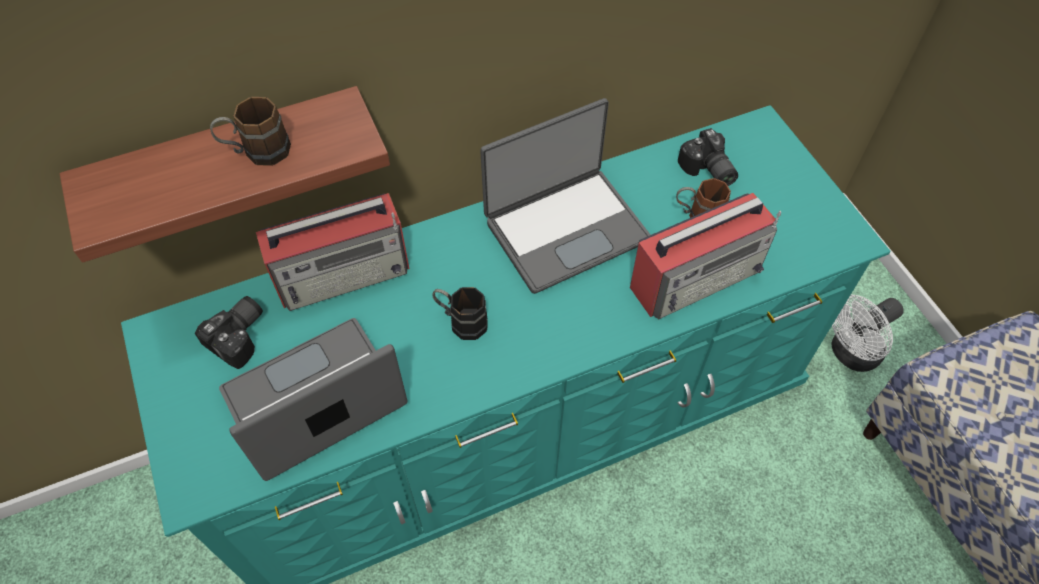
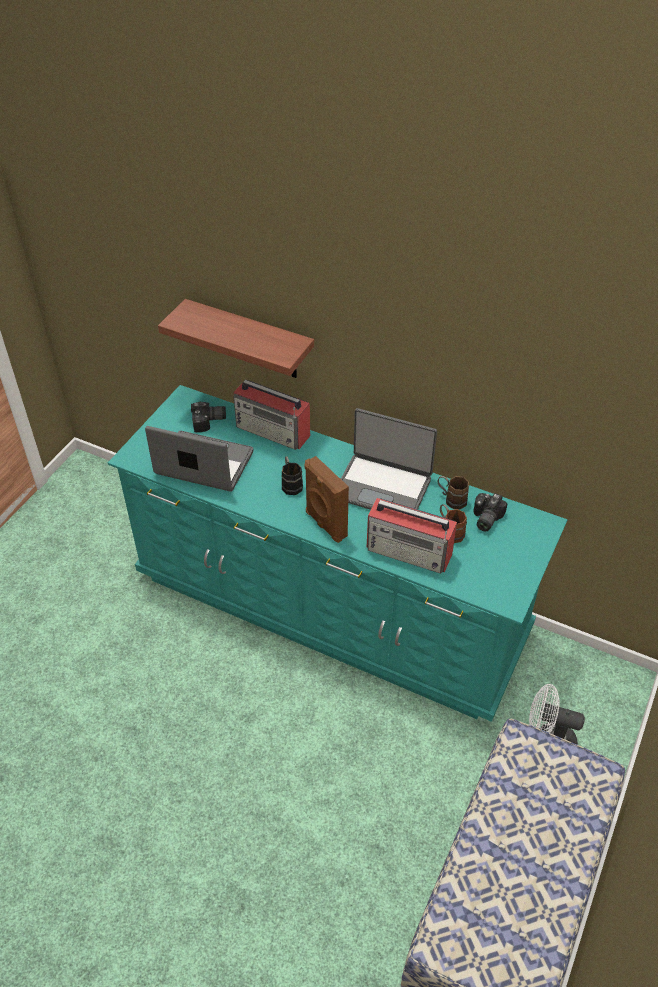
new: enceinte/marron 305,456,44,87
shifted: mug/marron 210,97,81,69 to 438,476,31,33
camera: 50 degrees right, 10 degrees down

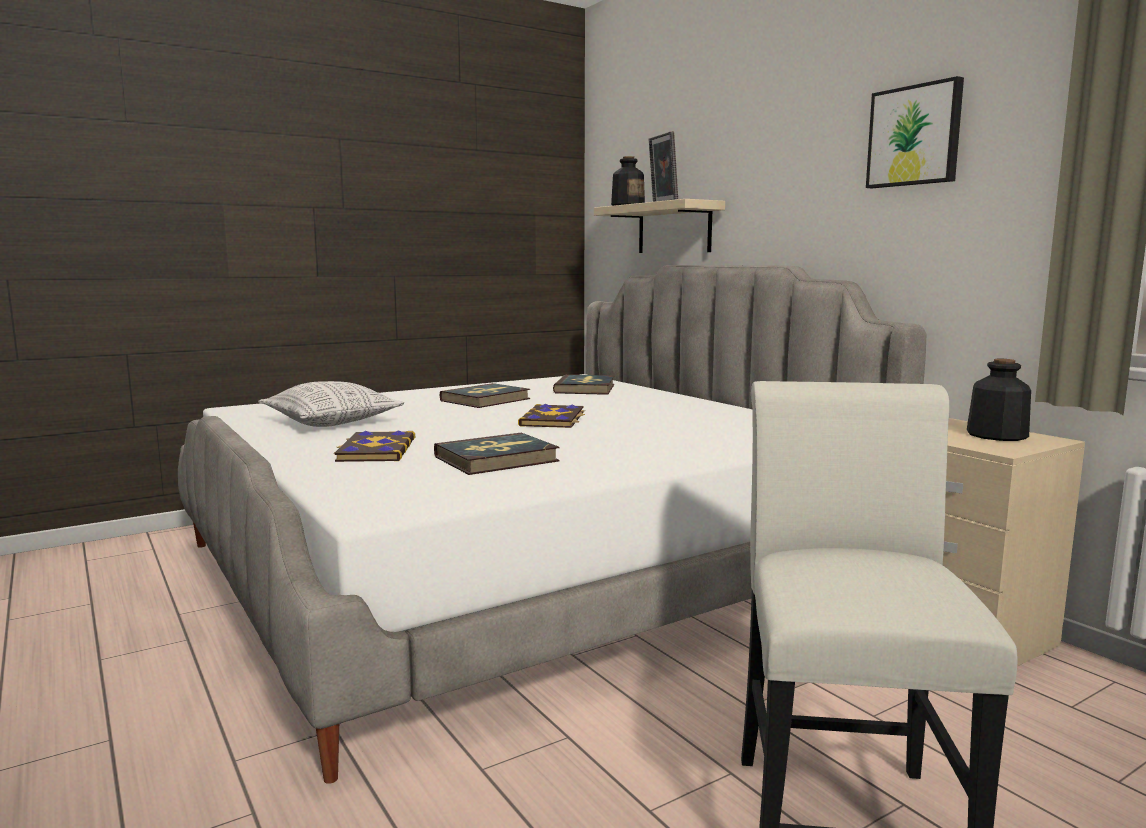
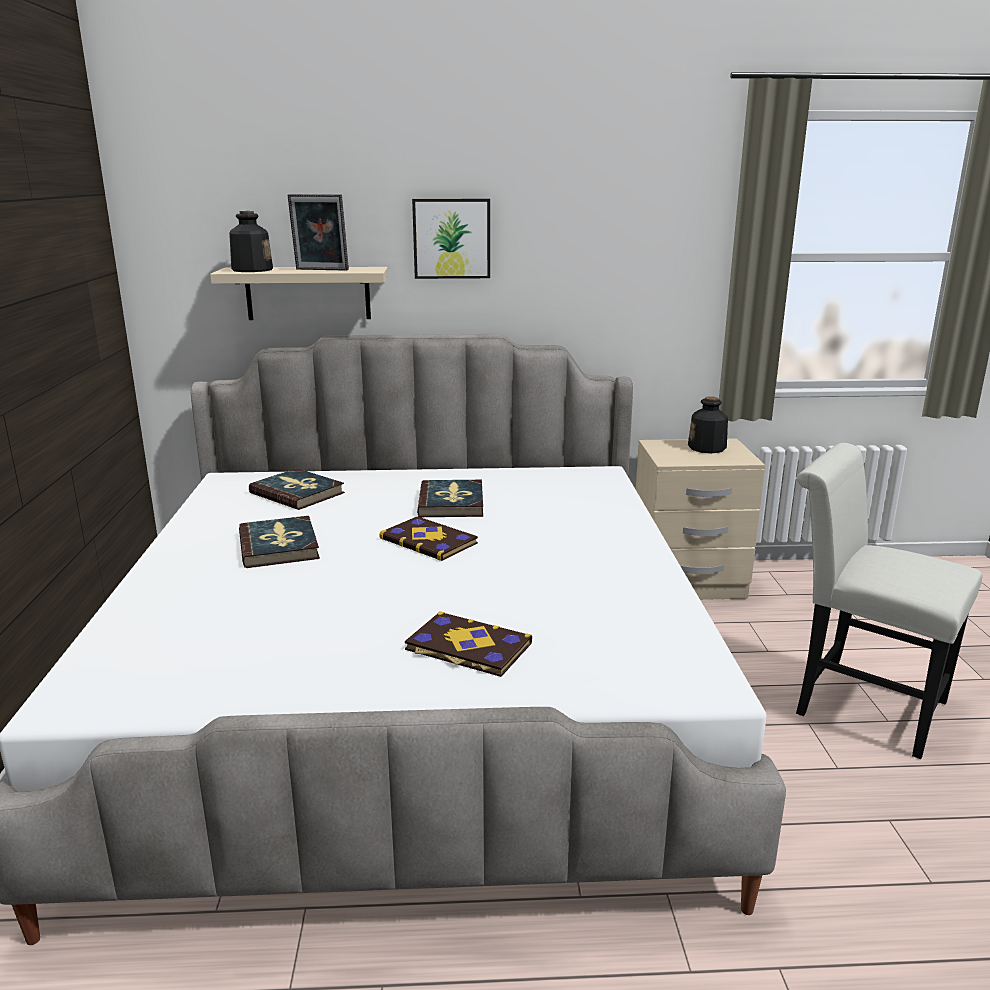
gone: coussin 258,381,146,46
shifted: tableau 866,76,98,112 to 412,199,78,80; livre 434,433,126,42 to 417,480,66,37
camera: 60 degrees left, 10 degrees up

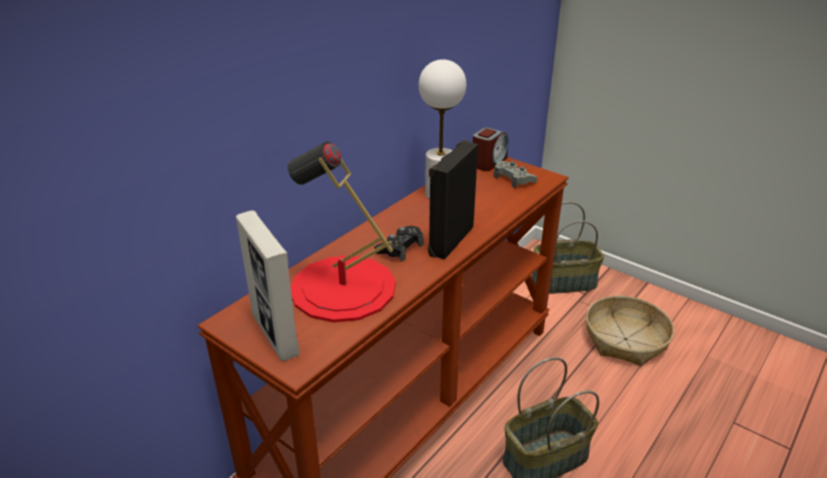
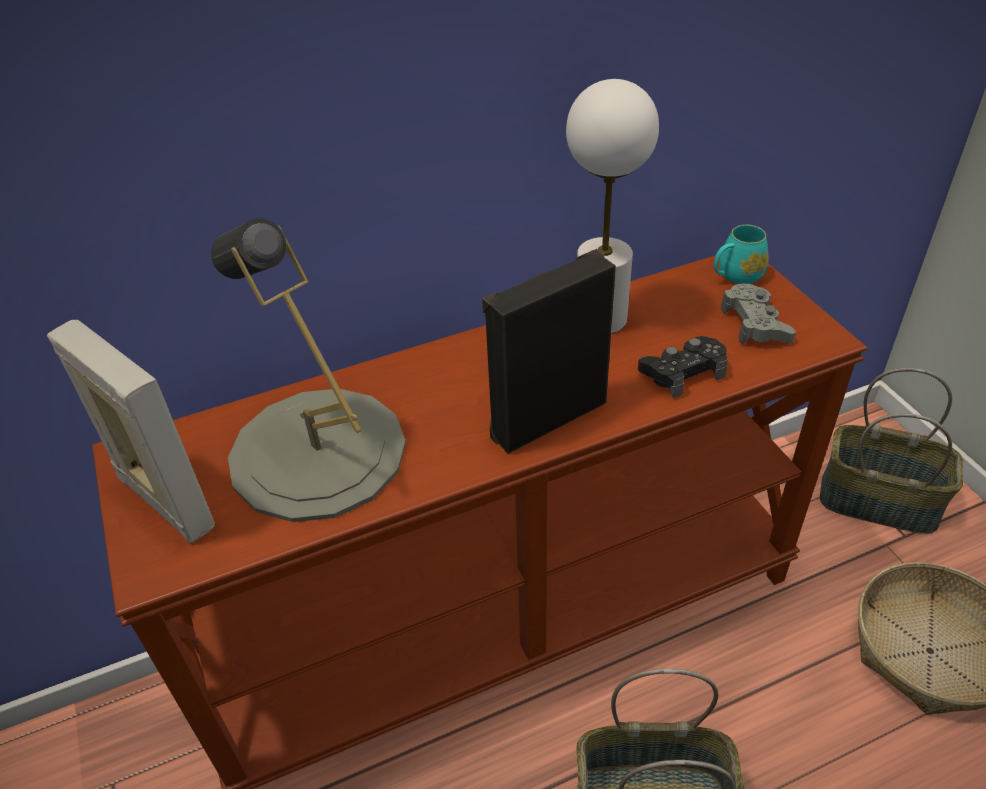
shifted: manette/noir 375,226,48,35 to 638,336,90,62
swapped: réveil 473,127,36,44 to mug/turquoise 714,225,55,59
repainted: lampe de table/rouge 288,141,108,181 to lampe de table/gris 211,218,195,304
rotated: cadre photo 236,210,64,151 = 47,320,168,223 135 degrees clockwise
camera: 30 degrees right, 10 degrees up

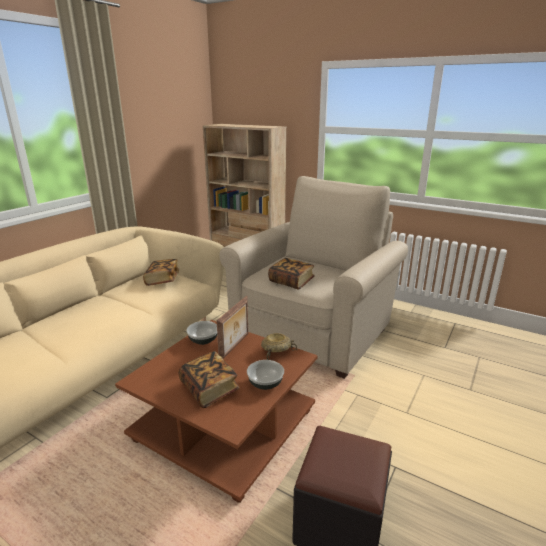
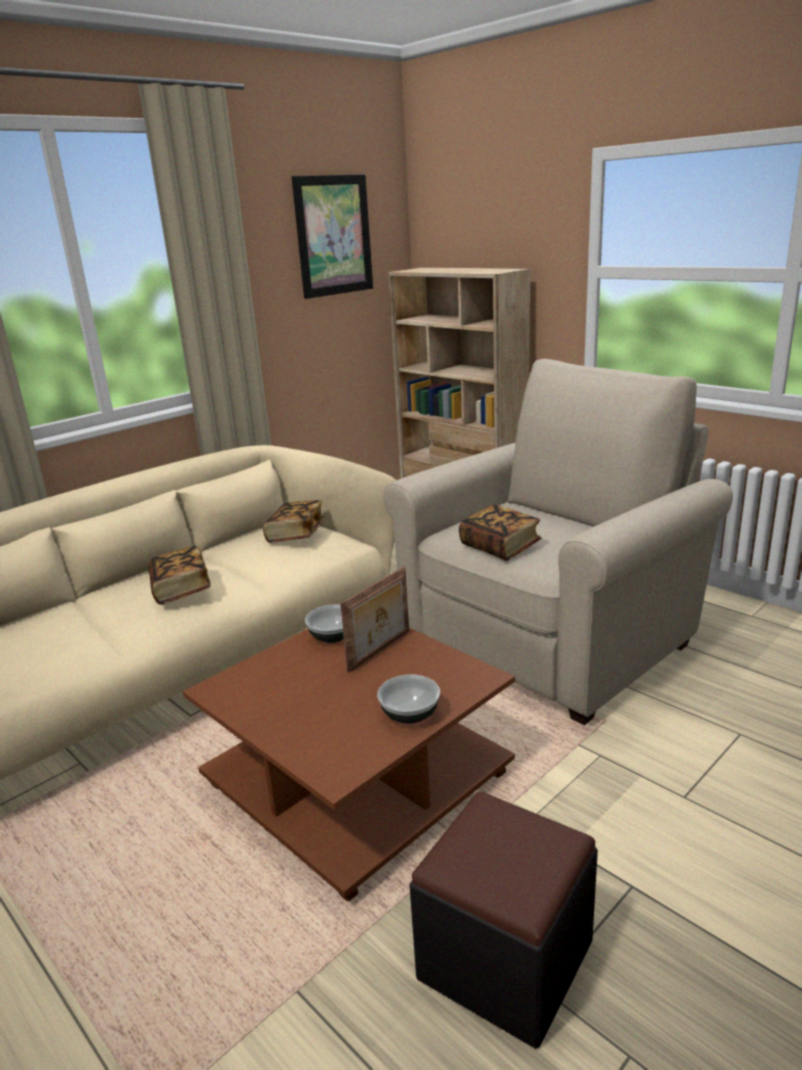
gone: bol/beige 261,333,36,27
new: tableau 292,174,81,125
shifted: livre 179,351,61,57 to 148,546,63,59
camera: 15 degrees right, 0 degrees up

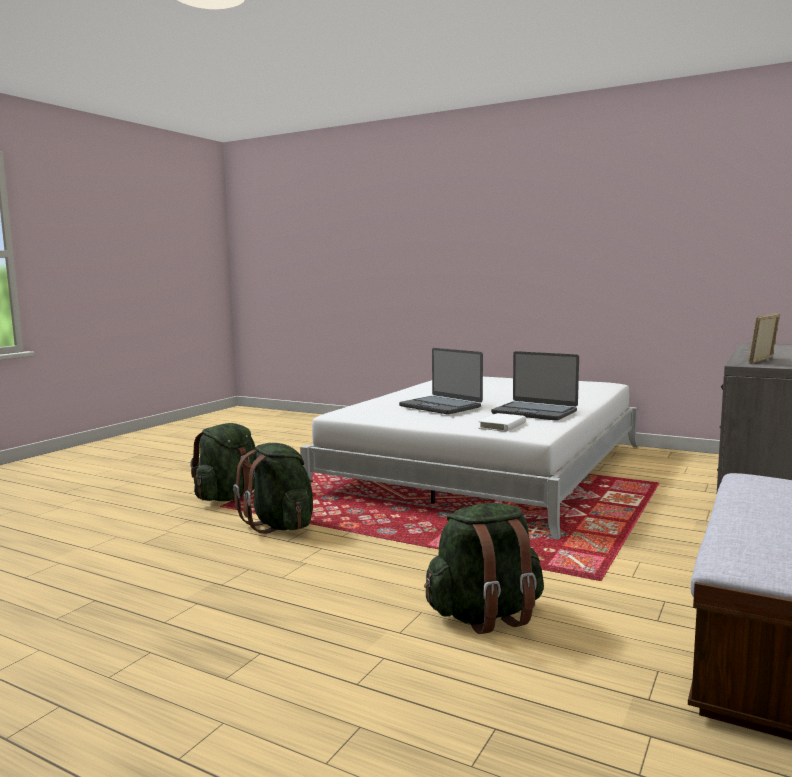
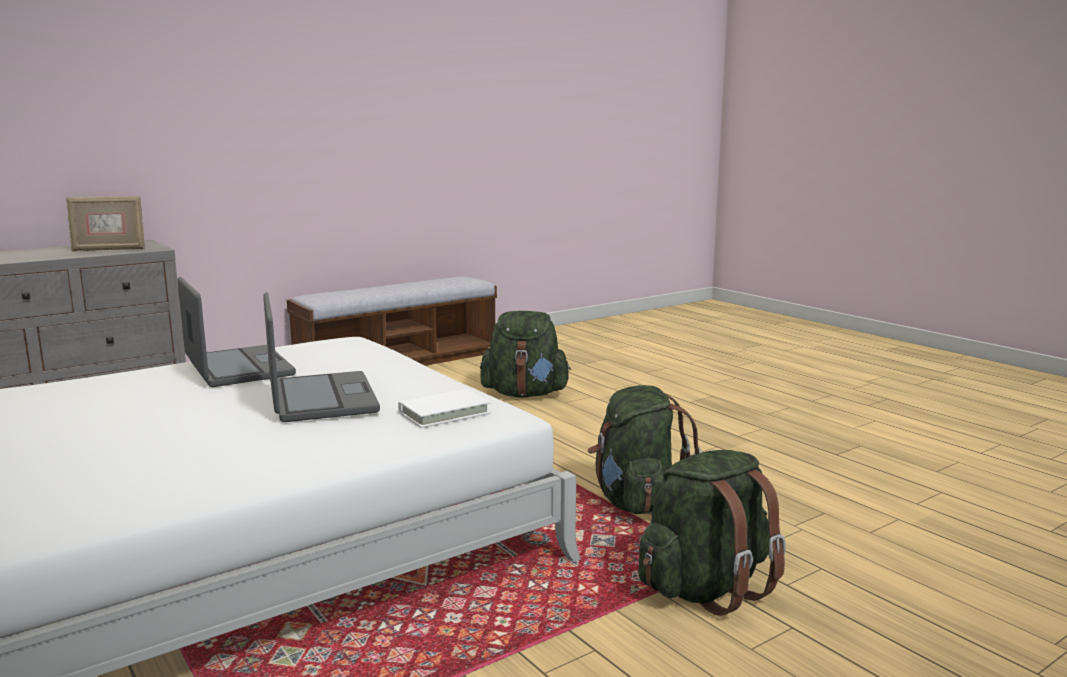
shifted: livre/blanc 478,413,48,19 to 398,389,93,39
camera: 155 degrees left, 5 degrees up

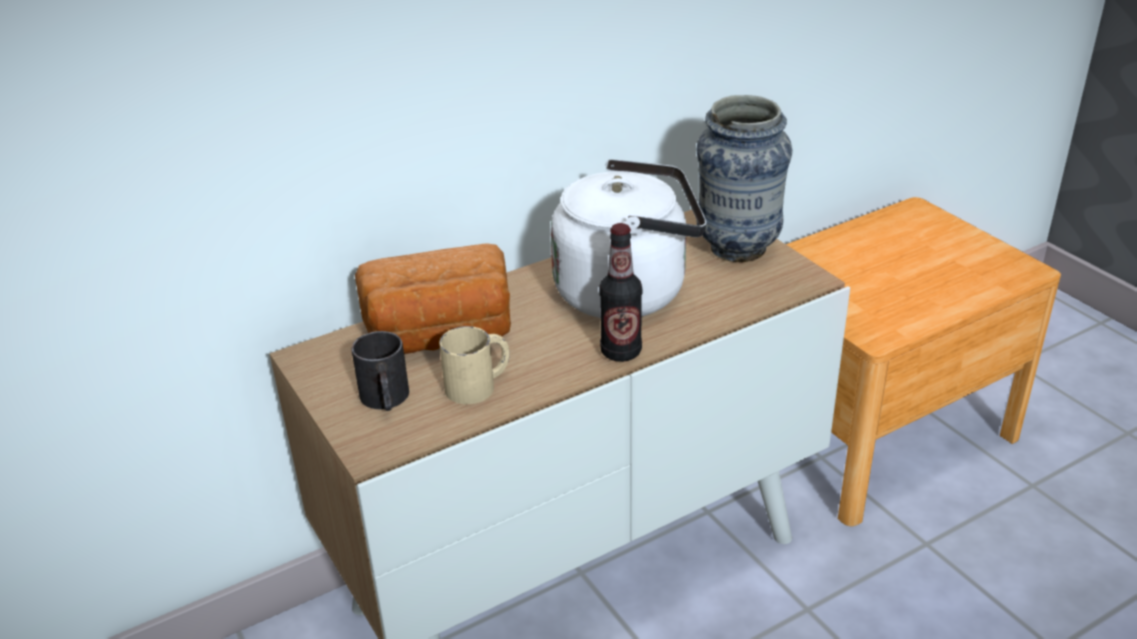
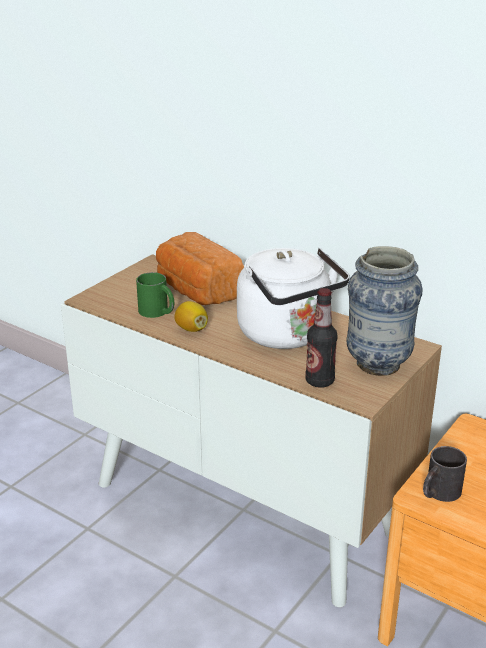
new: citron 174,301,34,31
shifted: bouteille 599,223,44,139 to 305,288,32,100; mug/noir 352,331,57,80 to 423,446,44,56
repainted: mug/beige 439,326,71,78 to mug/vert 136,272,38,46
camera: 65 degrees right, 5 degrees down

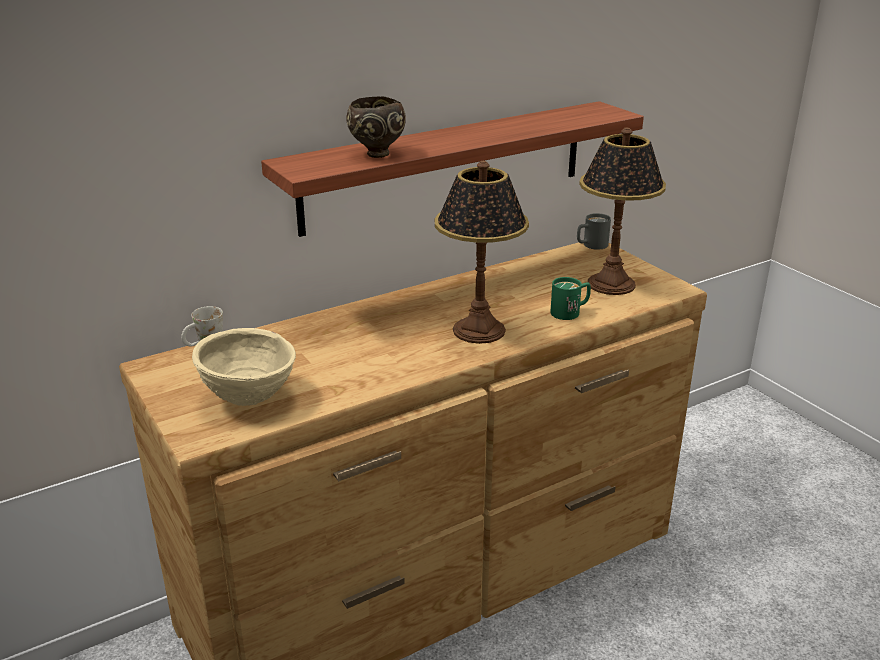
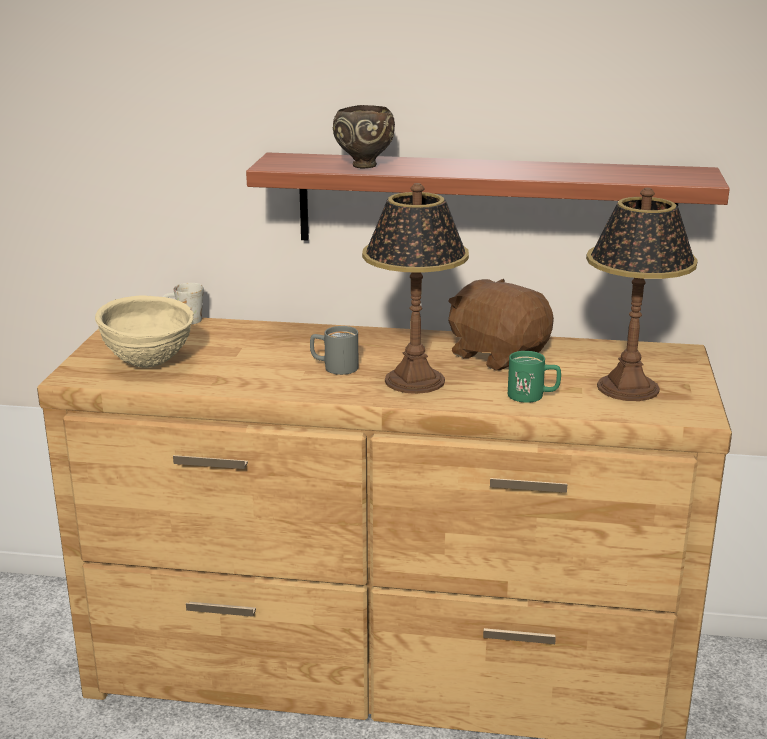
new: peluche/marron 448,278,106,92
shifted: mug/gris 577,213,34,37 to 310,326,48,49
camera: 40 degrees right, 5 degrees down

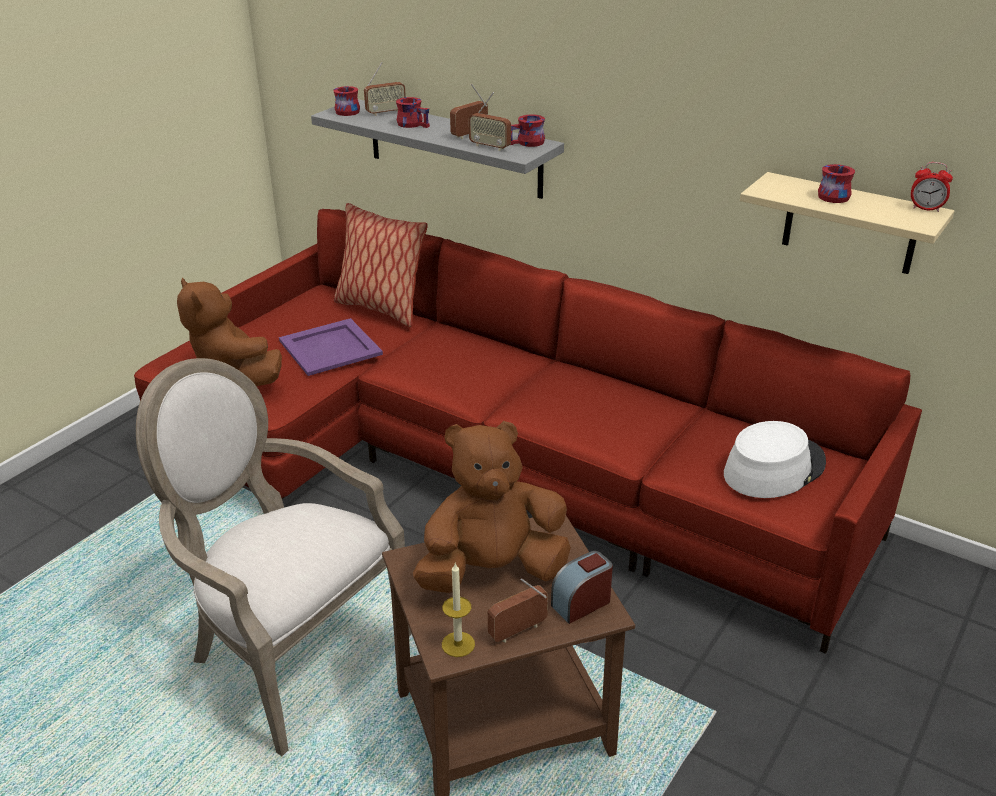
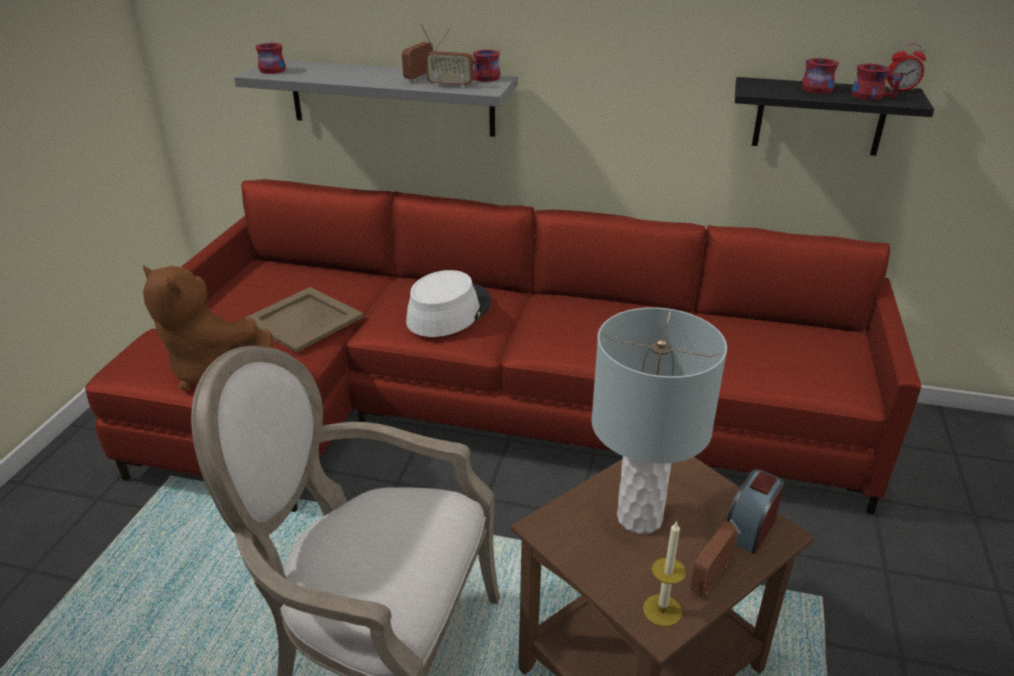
gone: coussin 334,203,94,124; radio 364,62,42,54
shifted: chapeau/blanc 724,421,102,77 to 406,270,85,67; mug/rouge 396,97,34,31 to 851,64,53,36
swapped: peluche/marron 413,421,158,172 to lampe de table/gris 592,307,135,227
repainted: plateau/violet 279,318,104,58 to plateau/beige 245,287,119,66; étagère/beige 740,172,214,102 to étagère/noir 735,77,199,79
camera: 20 degrees left, 0 degrees up

